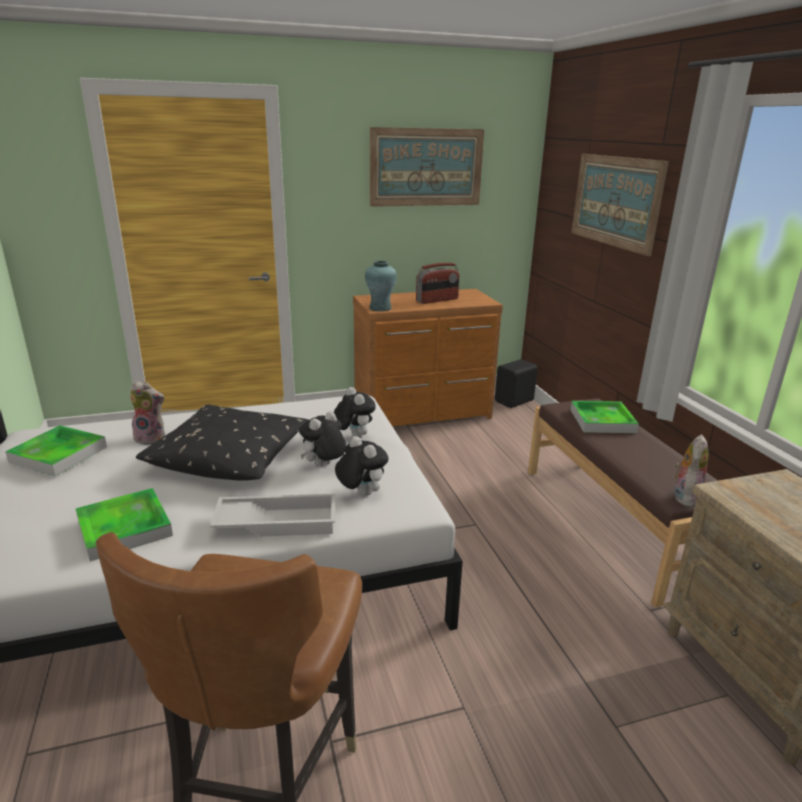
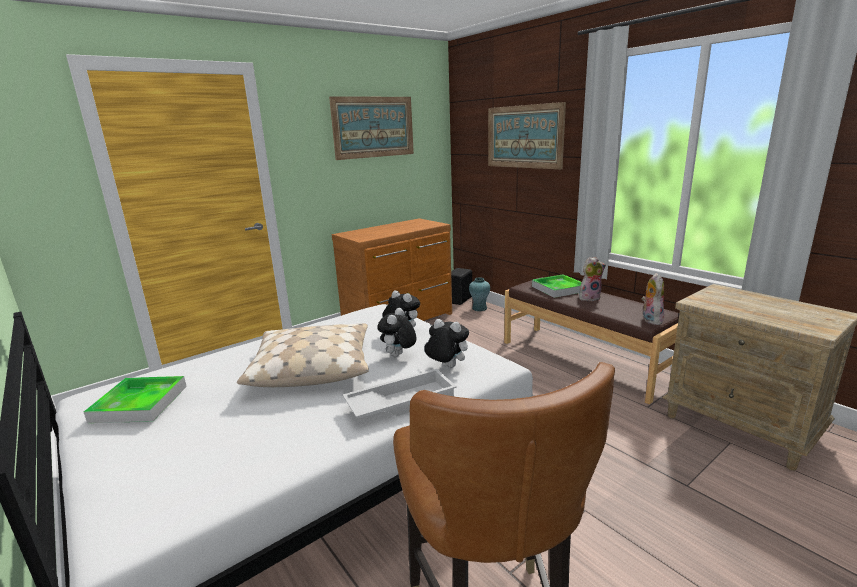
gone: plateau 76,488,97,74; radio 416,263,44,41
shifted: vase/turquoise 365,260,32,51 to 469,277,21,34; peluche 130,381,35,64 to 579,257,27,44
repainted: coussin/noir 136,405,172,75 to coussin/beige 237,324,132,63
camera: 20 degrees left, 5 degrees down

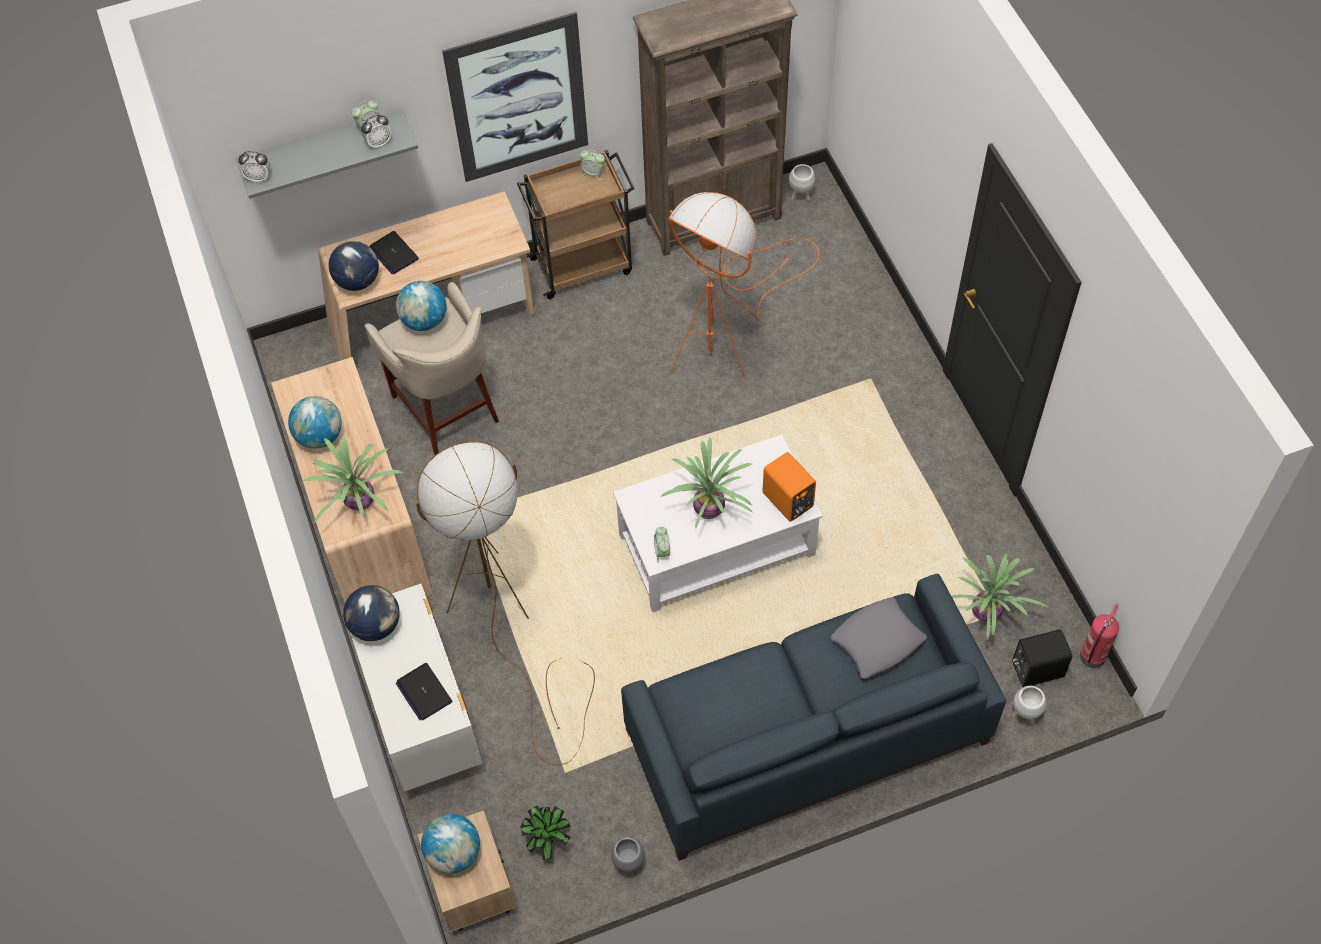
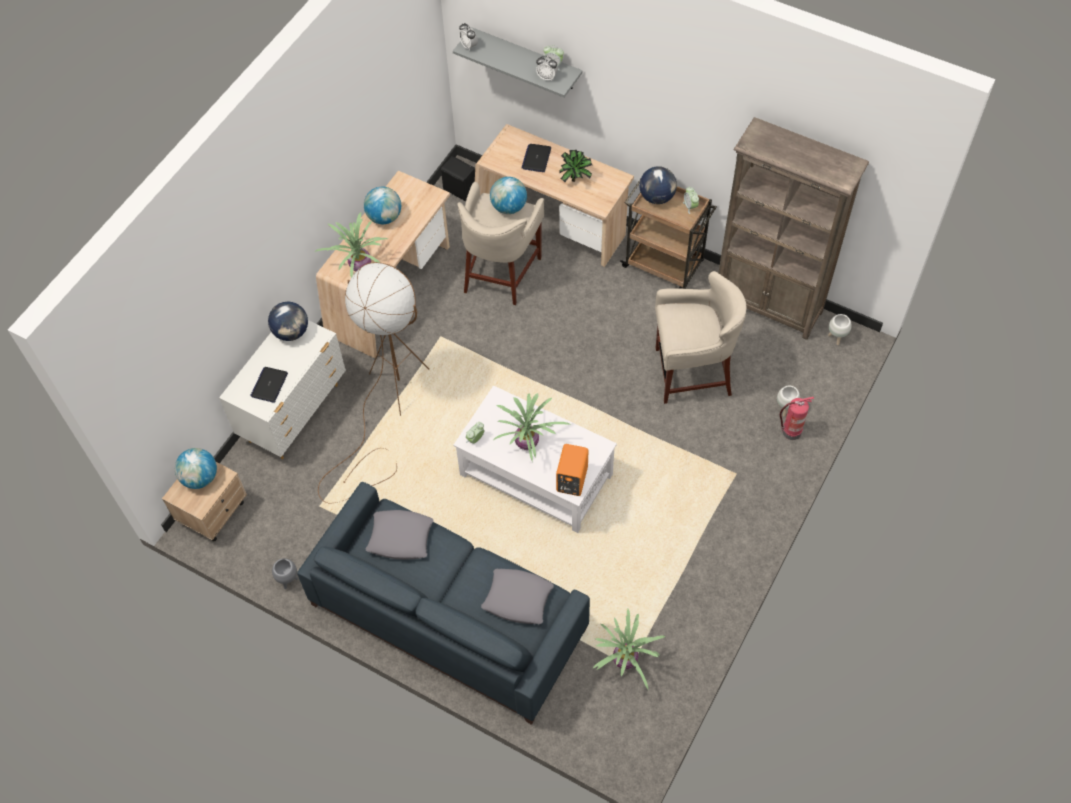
gone: tableau 442,12,146,170
new: coussin/gris 365,510,68,50
shifted: enceinte/noir 1012,629,60,58 to 441,156,34,45; plante en pot 520,806,51,54 to 559,150,33,32; globe 328,241,51,50 to 639,166,38,38; cache-pot/blanc 1013,686,33,39 to 777,386,23,31; extincteur 1080,604,39,64 to 780,397,34,43
swapped: lampadaire/orange 668,192,151,188 to tabouret/beige 655,271,92,133
camera: 50 degrees right, 0 degrees up

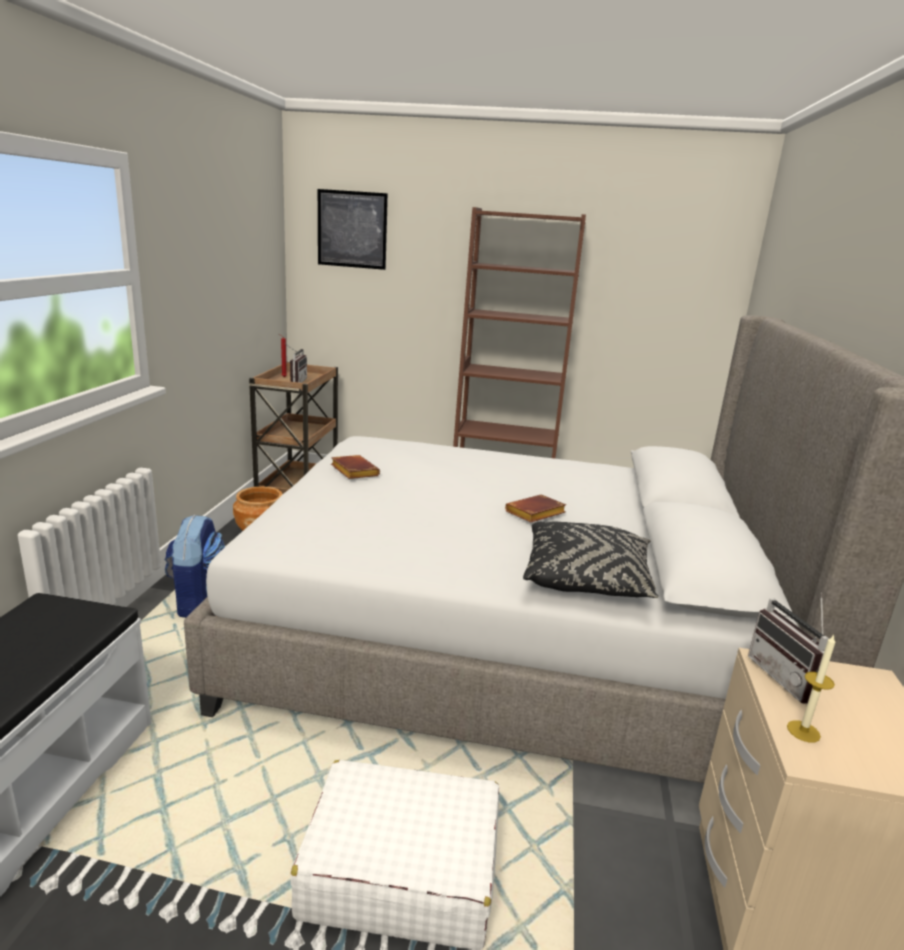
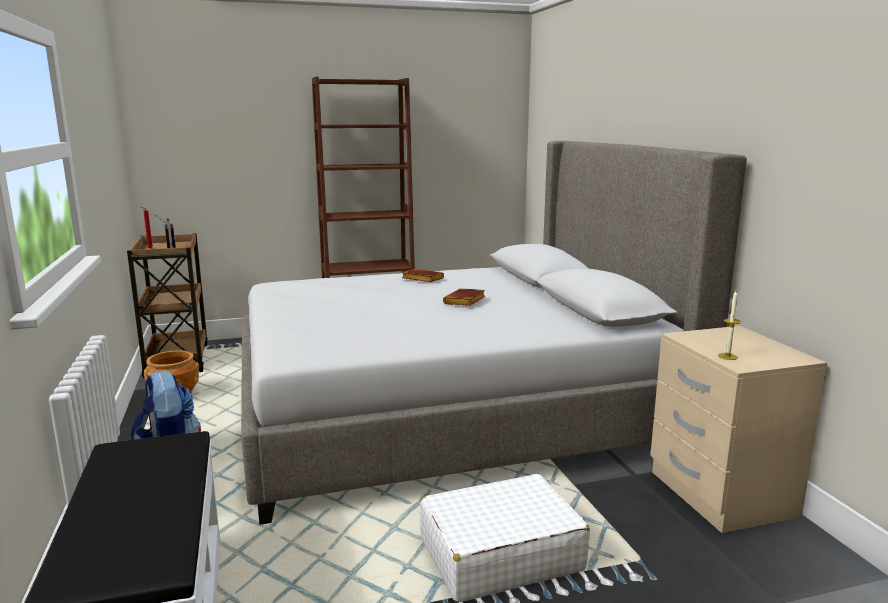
gone: tableau 318,189,70,81; coussin/noir 523,522,136,76; radio 748,593,81,111
shifted: livre/marron 331,455,49,24 to 402,269,42,13
camera: 25 degrees left, 5 degrees down

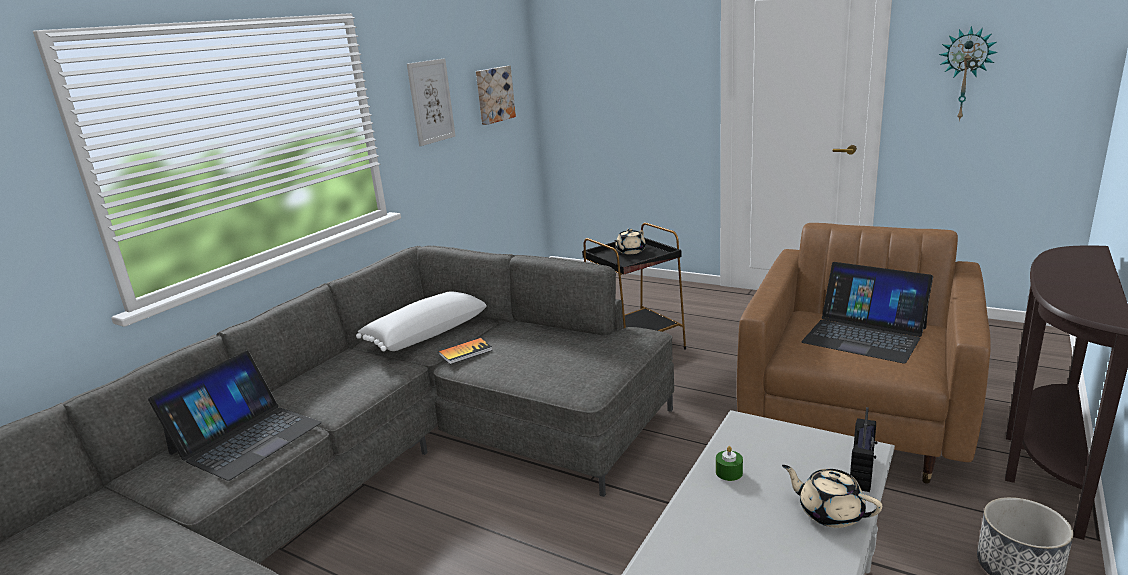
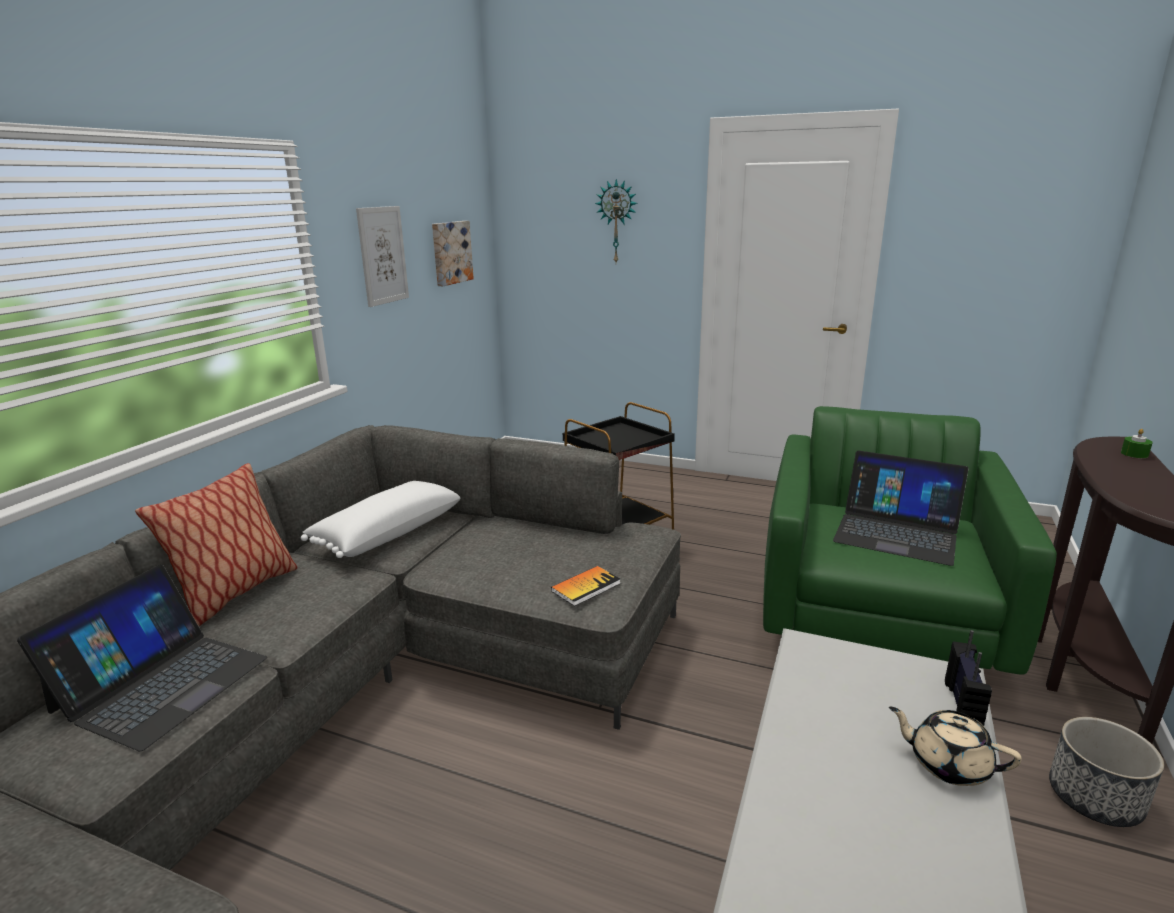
gone: théière/beige 615,228,31,26
new: coussin 135,463,163,163
shifted: livre 439,338,53,26 to 551,566,70,40; horloge murale 939,26,59,96 to 595,179,43,83; bougie/vert 716,446,27,35 to 1121,429,32,29
repainted: fauteuil/marron 737,223,254,261 to fauteuil/vert 763,406,294,269
camera: 10 degrees left, 0 degrees up

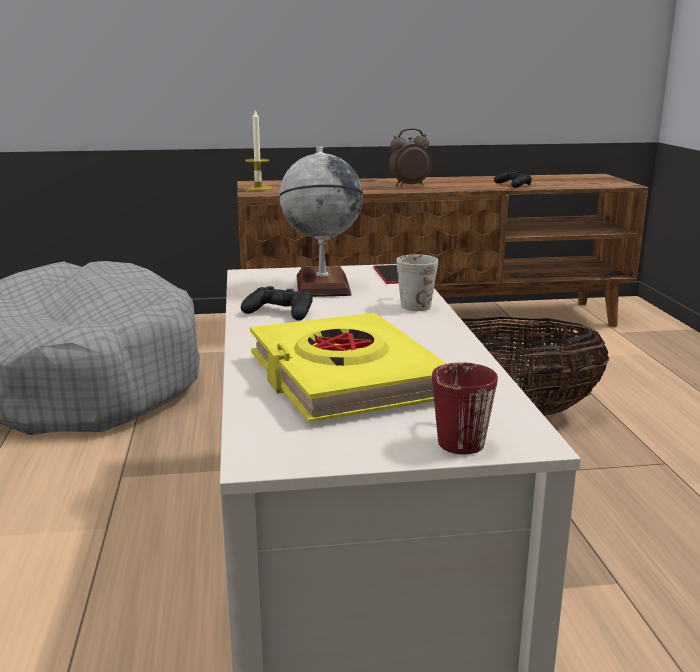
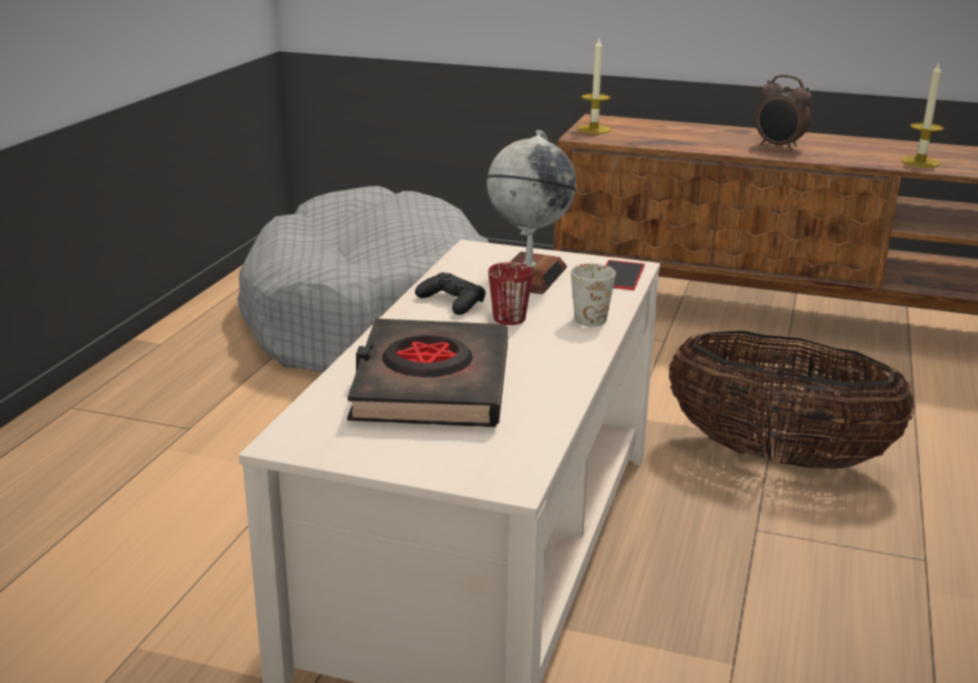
shifted: mug/rouge 432,362,66,93 to 488,262,45,63
swapped: manette/noir 494,170,38,18 to bougie 901,62,43,105
repainted: livre/jaune 250,313,197,109 to livre/noir 347,319,161,108
rotated: réveil 389,128,43,58 = 755,75,57,76 150 degrees counterclockwise
camera: 25 degrees right, 5 degrees up

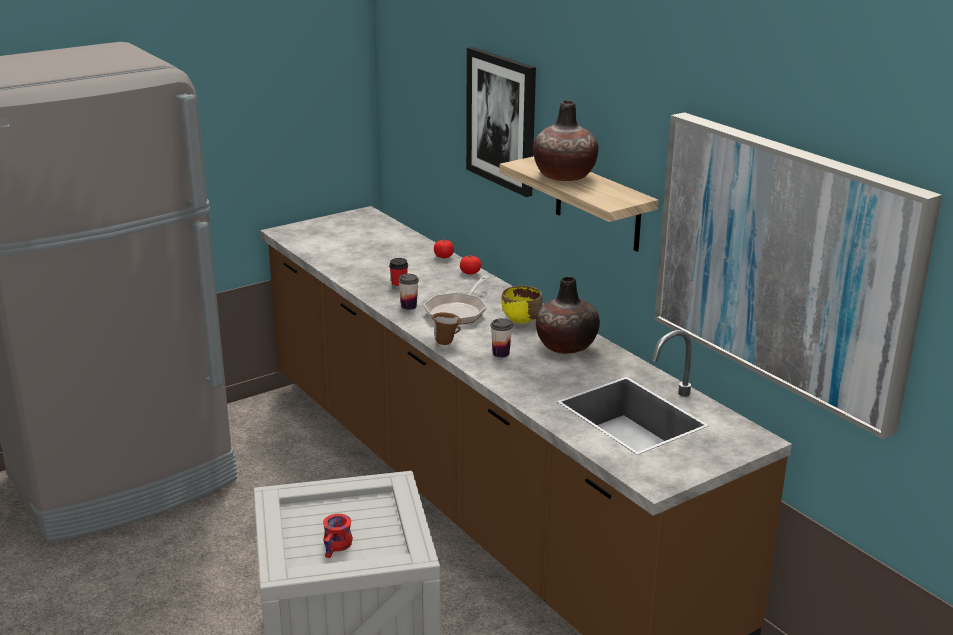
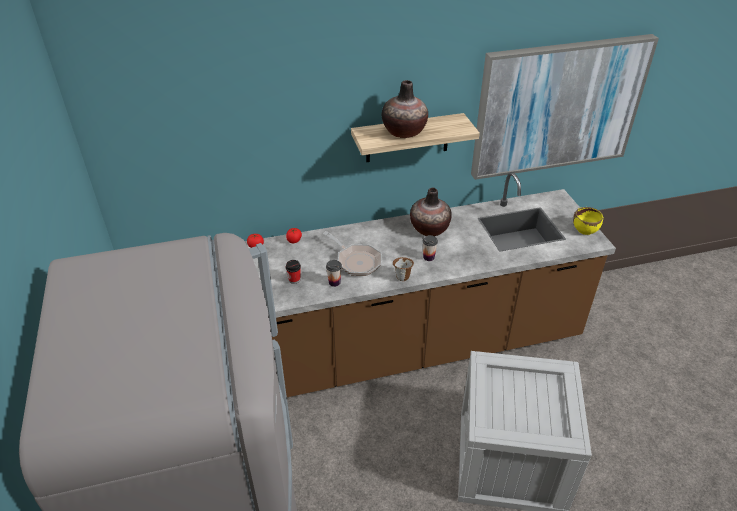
gone: mug/rouge 323,514,30,44; tableau 466,47,70,150
shifted: bol/jaune 501,285,42,38 to 573,207,30,28
camera: 70 degrees left, 15 degrees up

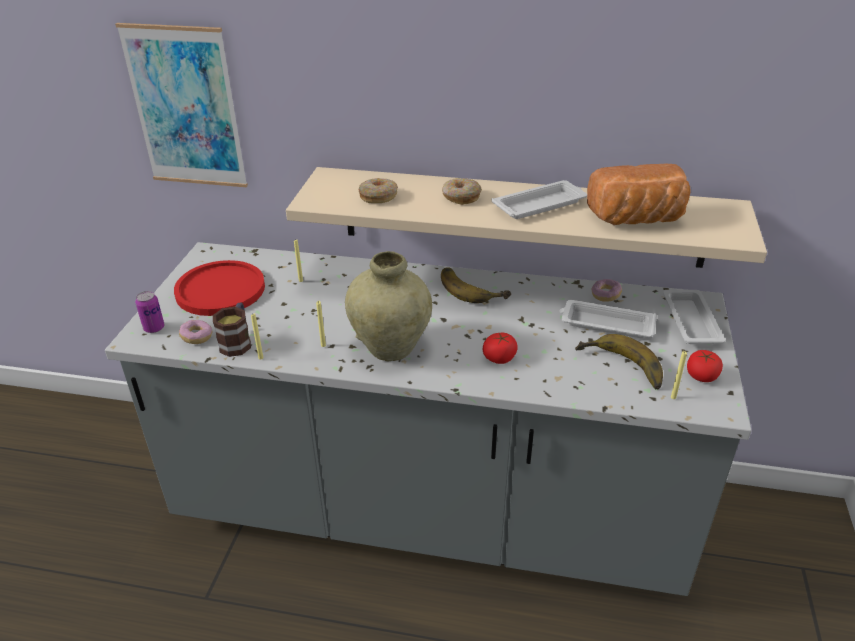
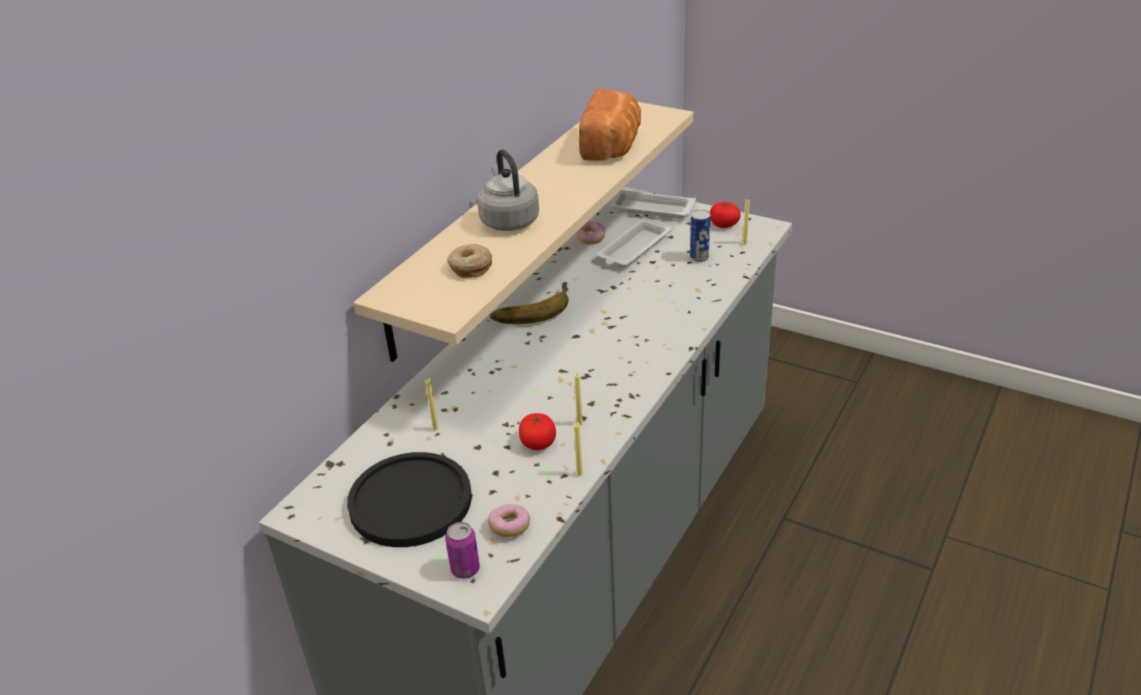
gone: tableau 115,23,133,164; mug 213,303,38,54; vase/beige 345,251,87,110; plateau/blanc 492,180,95,39
shifted: tomate 483,333,35,31 to 519,413,37,37
swapped: beignet 442,178,40,27 to bouilloire/gris 477,149,62,82; banane 575,334,88,56 to boîte métallique 690,210,20,52
repainted: assiette/rouge 174,260,91,56 to assiette/noir 347,452,125,95
camera: 70 degrees left, 0 degrees up

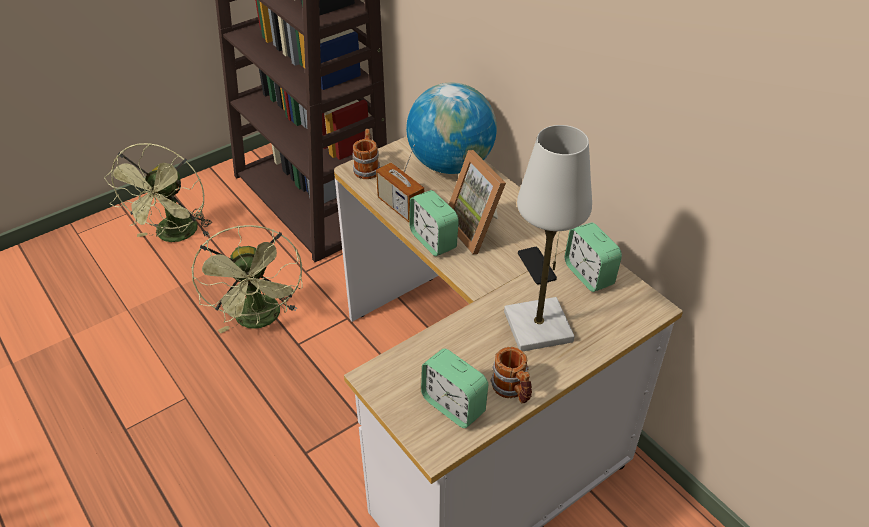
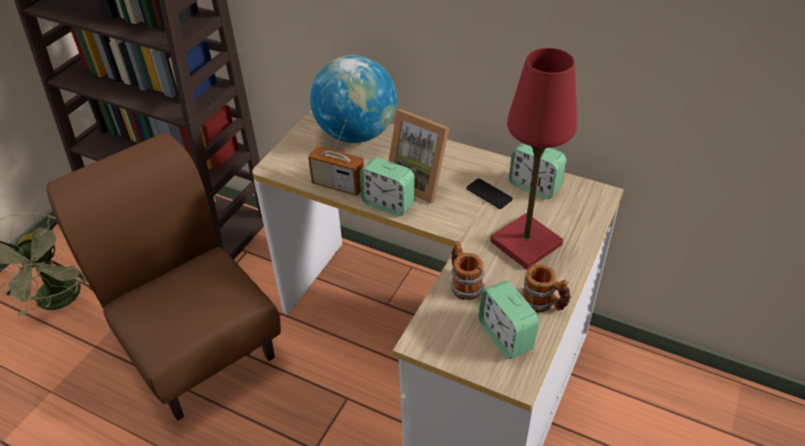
shifted: mug 353,129,27,50 to 450,241,35,59
swapped: ventilateur/vert 192,225,110,109 to chaise/marron 47,132,234,289
repainted: lampe de table/blanc 504,125,88,226 to lampe de table/rouge 490,48,87,221
rotated: réveil 421,348,67,80 = 479,281,60,78 45 degrees clockwise
camera: 25 degrees left, 0 degrees up

